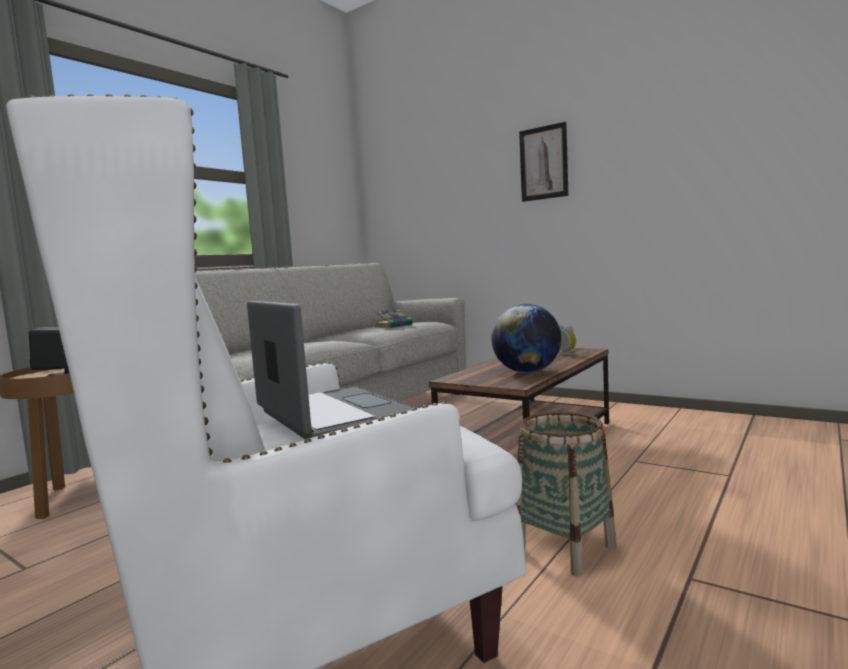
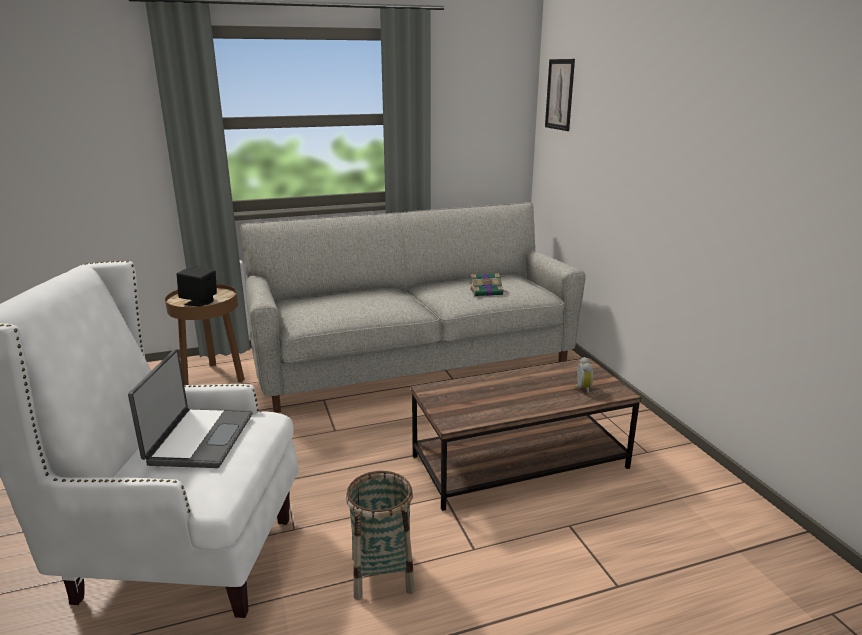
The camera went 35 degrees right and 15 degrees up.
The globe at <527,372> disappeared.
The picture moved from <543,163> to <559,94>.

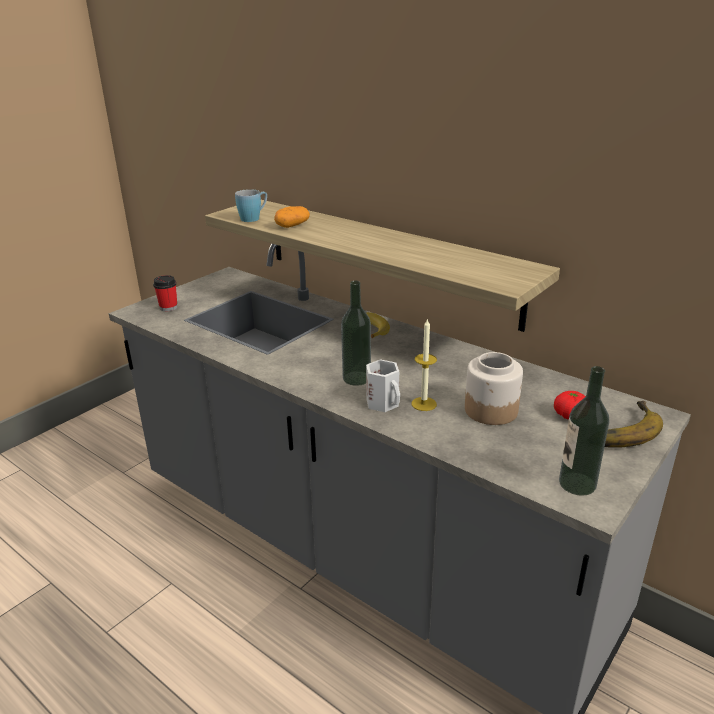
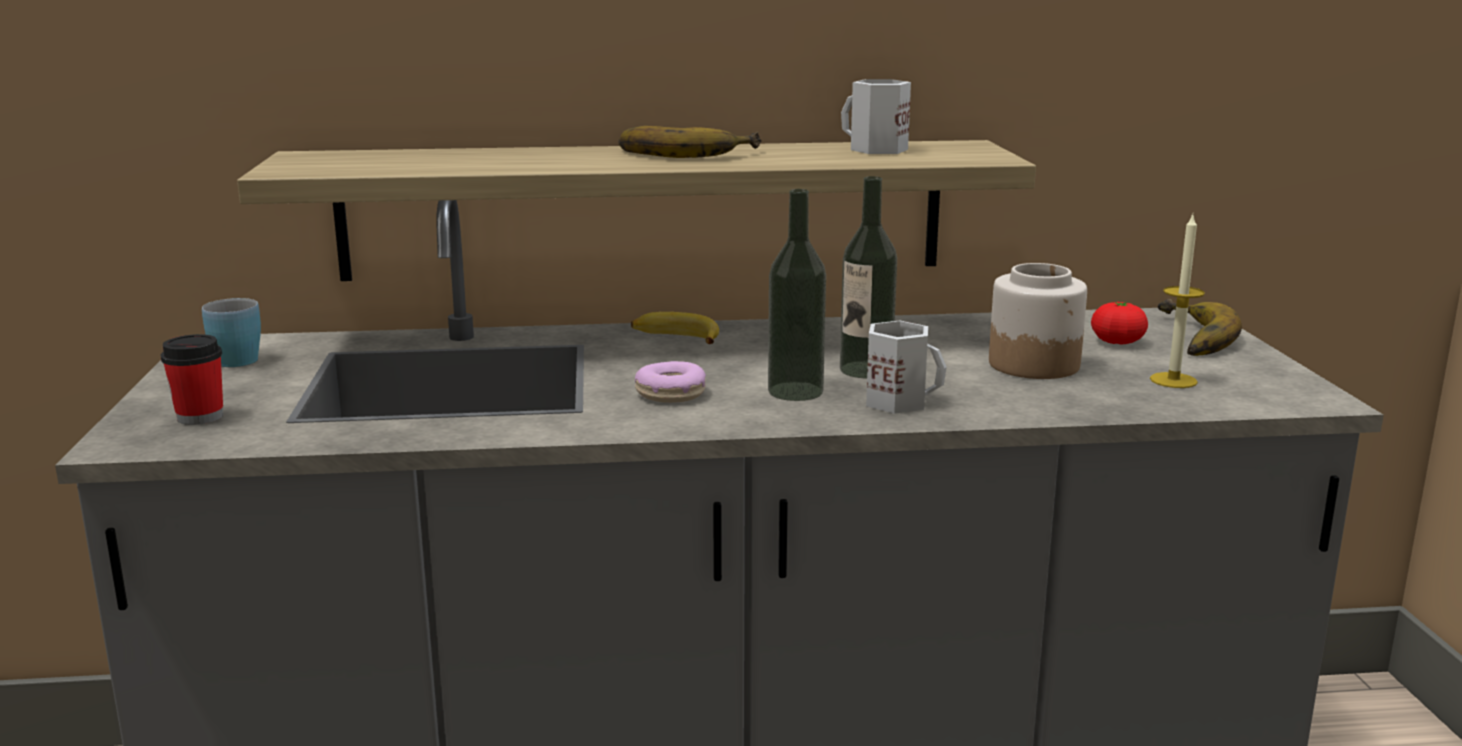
The camera went 45 degrees left and 10 degrees down.
The mug in blue moved from <254,218> to <241,357>.
The potato at <292,226> disappeared.
The candle moved from <424,404> to <1173,380>.
The bottle moved from <577,484> to <866,370>.
The banana at <685,152> appeared.
The donut at <671,393> appeared.
The mug in white at <876,150> appeared.

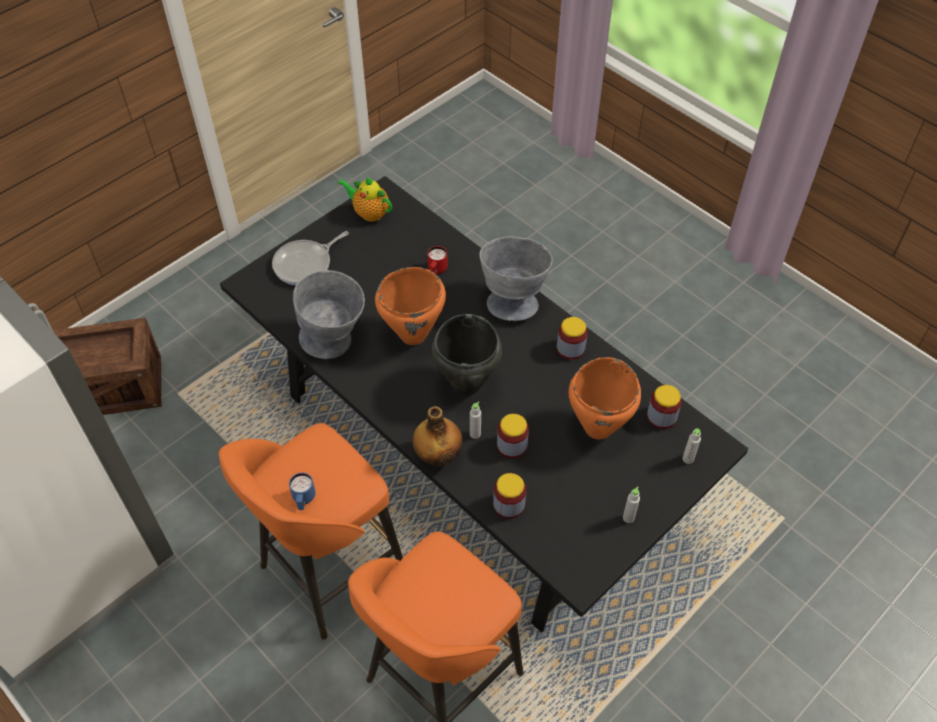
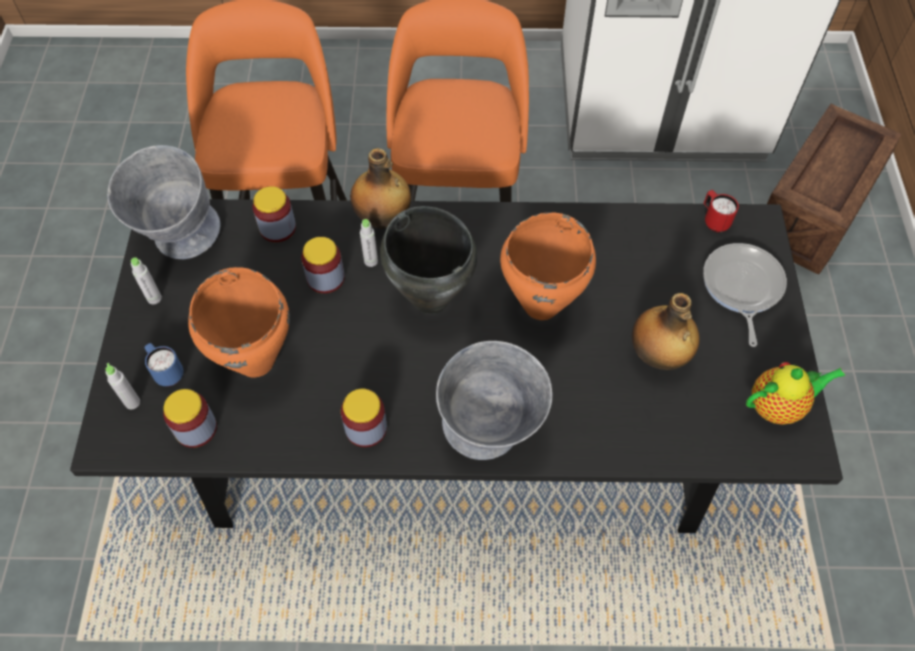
The camera went 135 degrees right and 5 degrees up.
The mug in blue moved from <303,500> to <167,372>.
The bowl in grey moved from <335,339> to <179,241>.
The mug in red moved from <436,271> to <713,221>.
The bottle at <657,356> appeared.

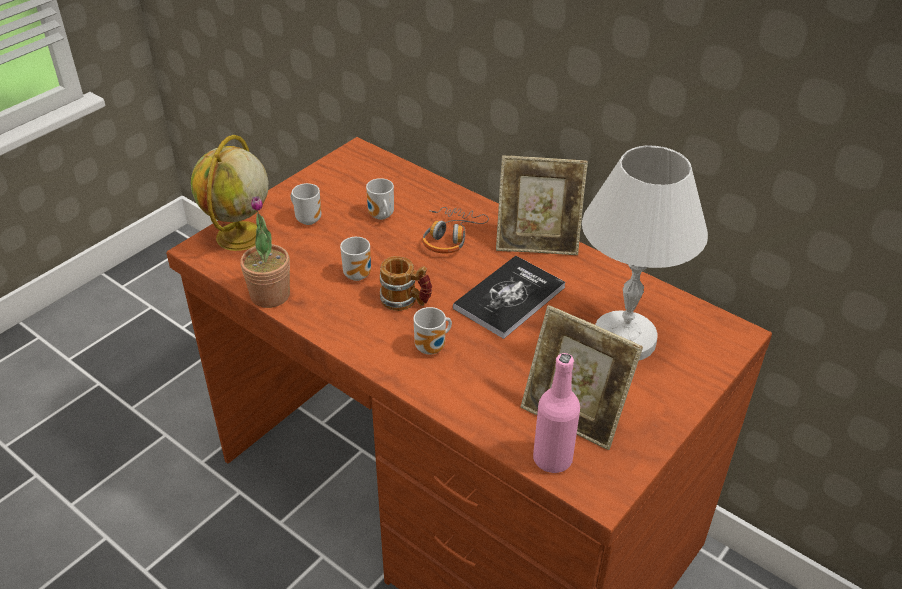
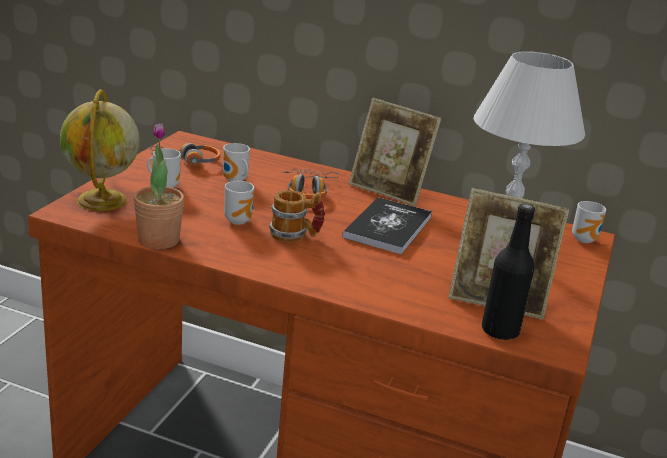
The camera went 20 degrees left and 15 degrees down.
The mug moved from <432,348> to <585,239>.
The picture frame at <537,243> turned 45 degrees clockwise.
The bottle in pink at <552,459> became the bottle in black at <500,331>.
The headphones at <186,163> appeared.

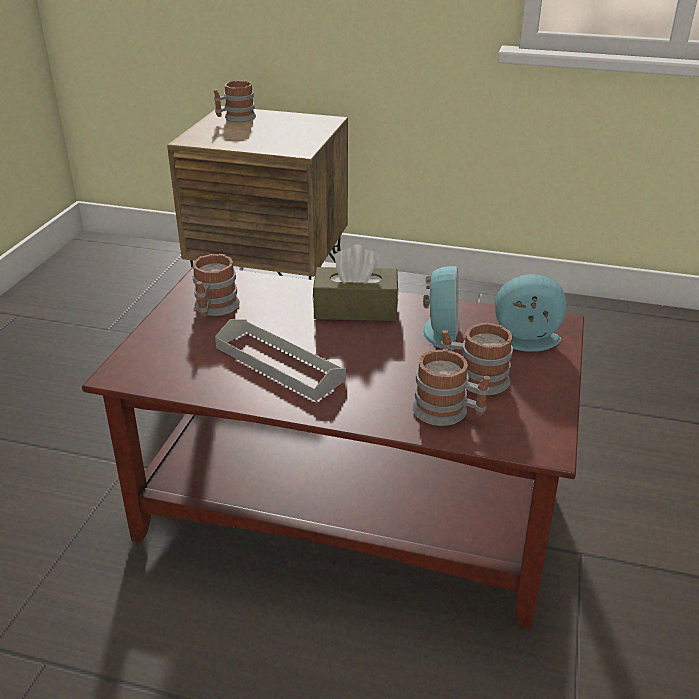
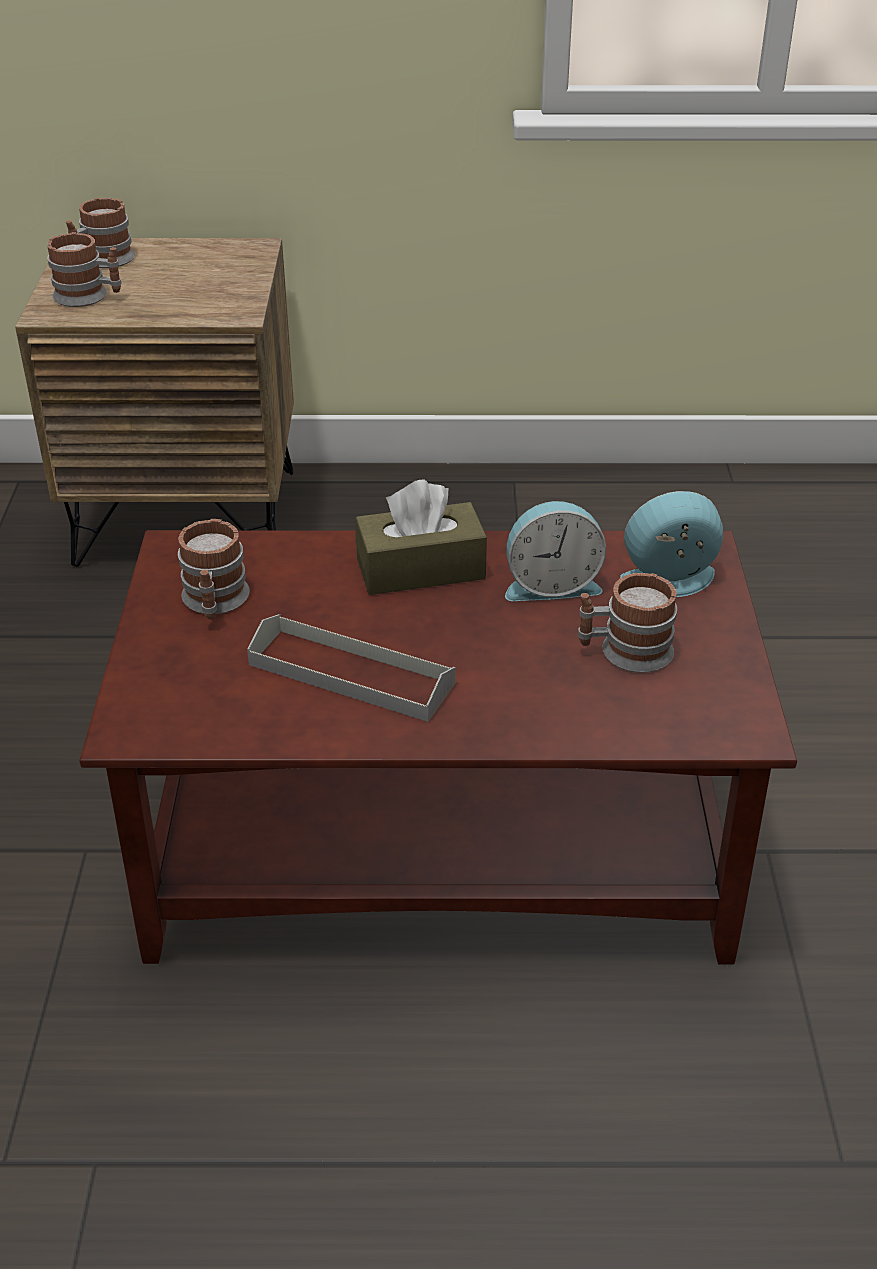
The camera went 15 degrees left and 5 degrees up.
The mug moved from <448,413> to <89,297>.
The alarm clock at <439,330> turned 90 degrees clockwise.

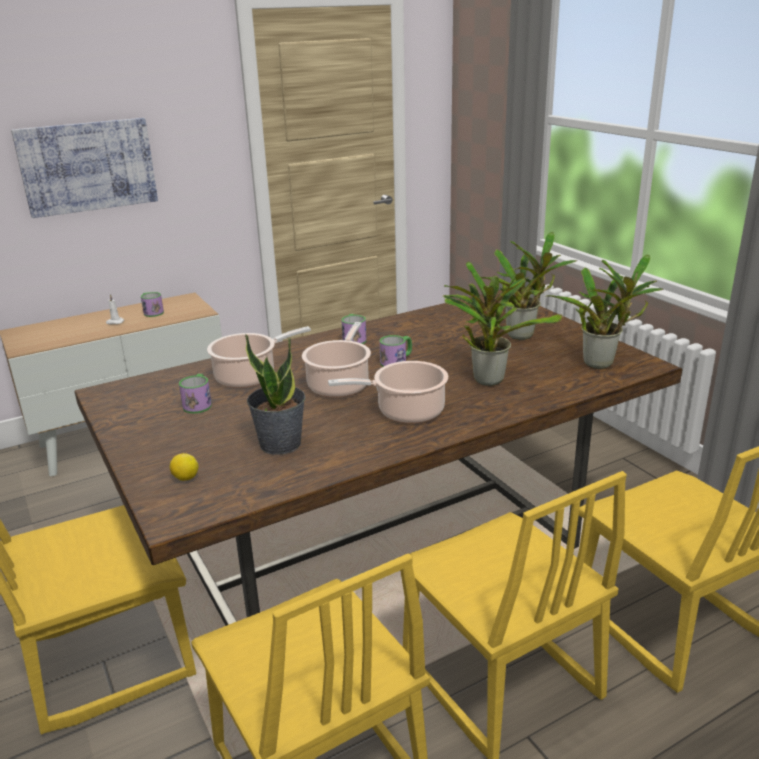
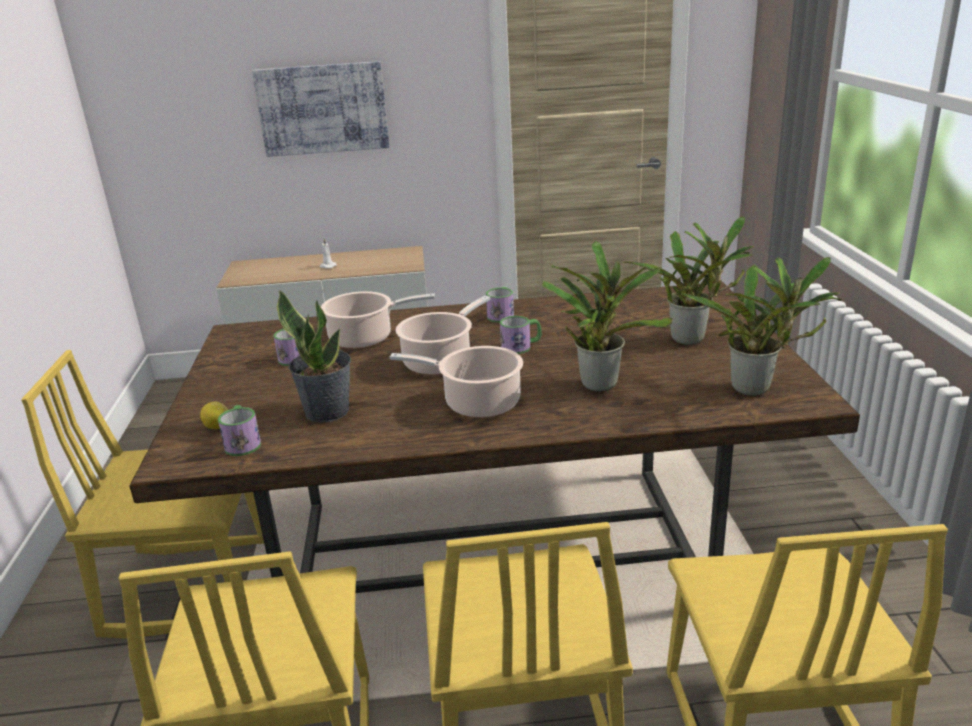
The camera went 25 degrees right and 0 degrees up.
The mug moved from <152,312> to <243,442>.

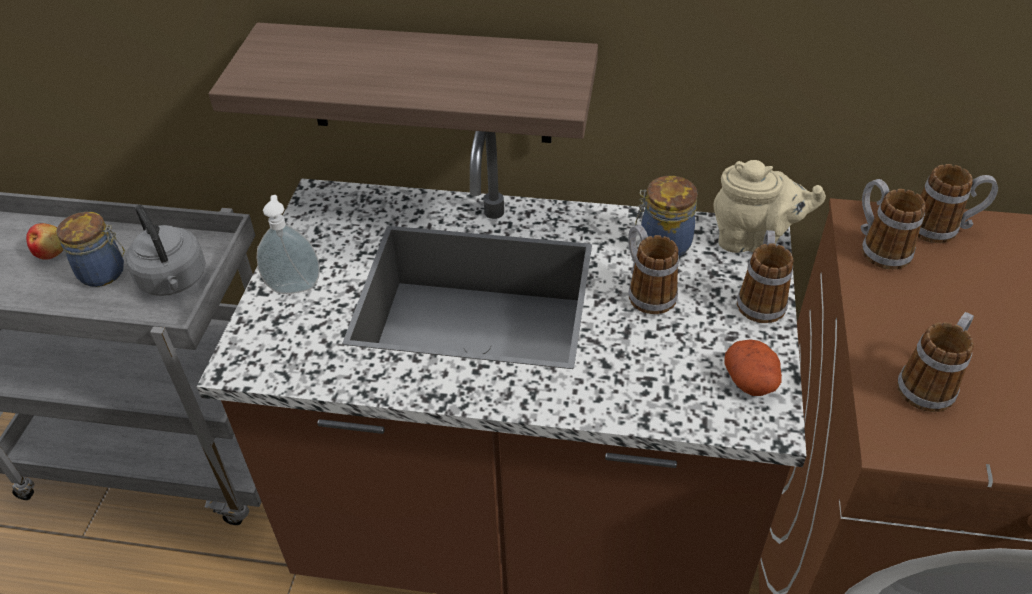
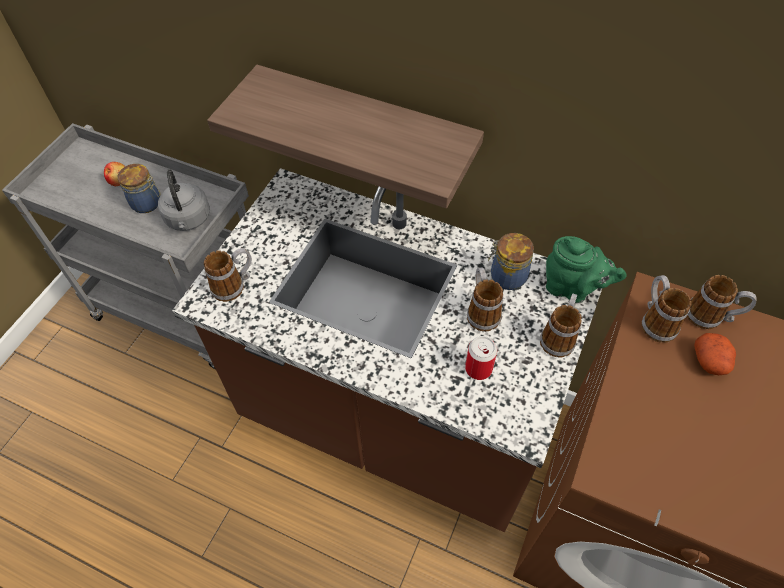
The camera went 15 degrees right and 10 degrees up.
The soap dispenser at <294,285> disappeared.
The teapot in beige at <754,240> became the teapot in green at <573,289>.
The potato moved from <751,381> to <710,361>.
The mug moved from <930,383> to <234,285>.
The can at <478,368> appeared.

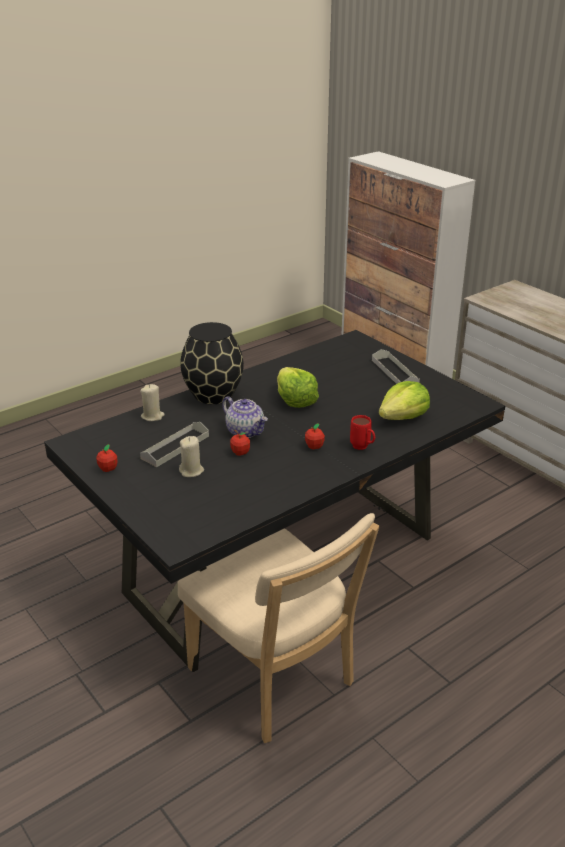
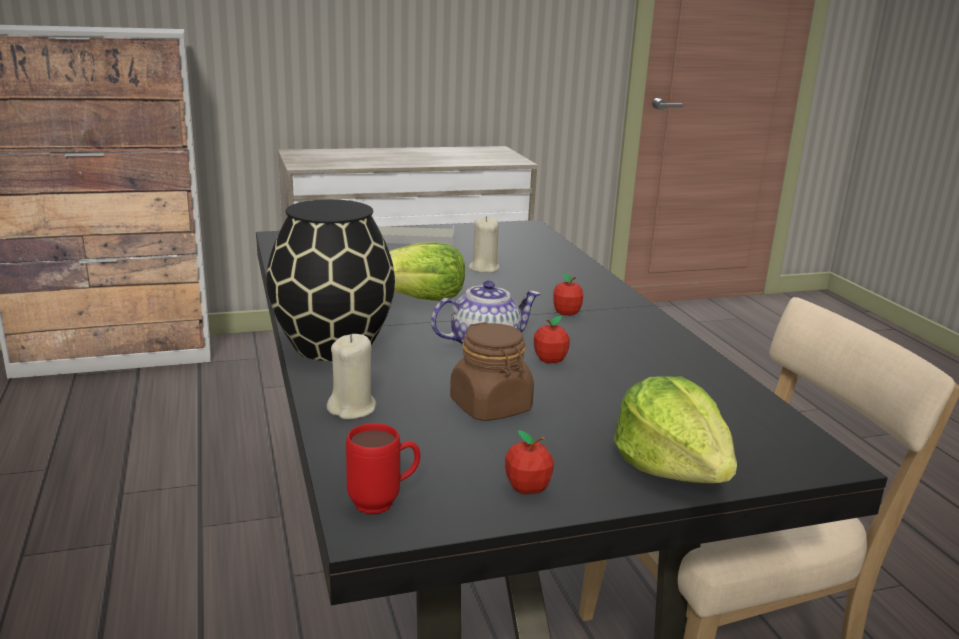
The camera went 70 degrees left and 10 degrees down.
The tray in grey at <175,447> was replaced by the jar in brown at <491,407>.
The candle in beige moved from <191,471> to <483,268>.
The mug in red moved from <362,448> to <384,502>.
The lettuce moved from <403,417> to <672,467>.

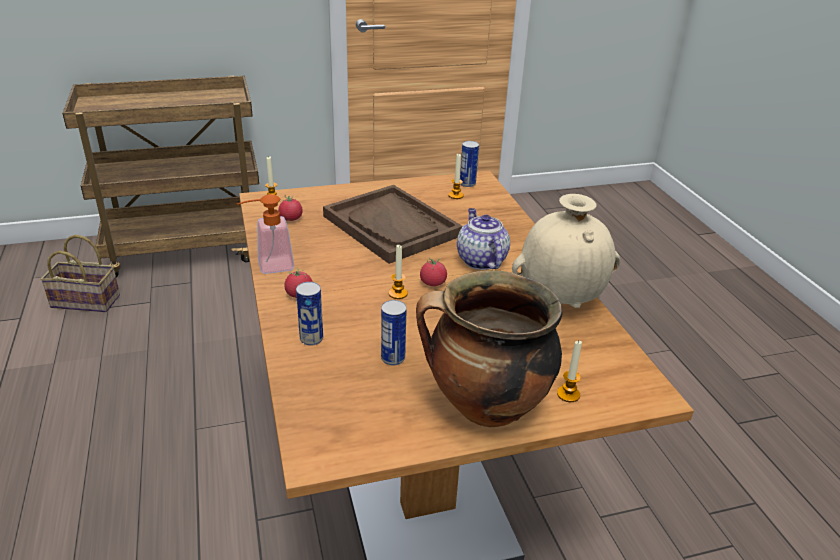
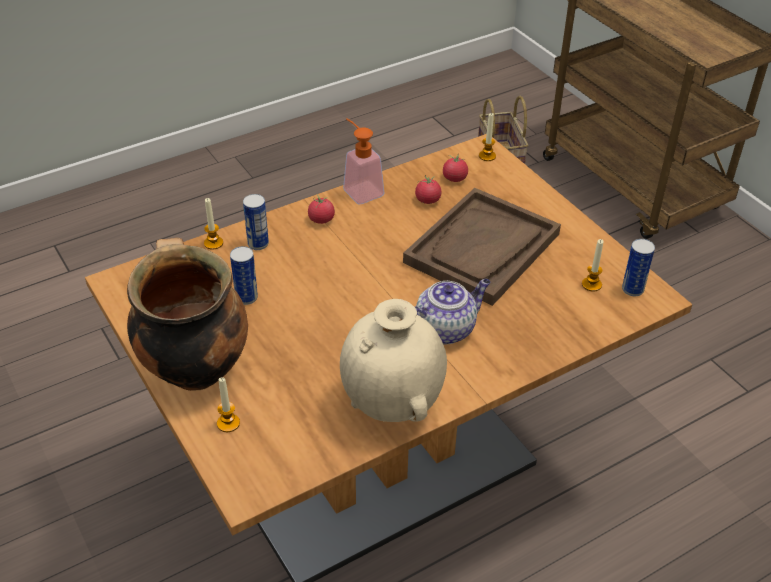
The camera went 75 degrees right and 10 degrees up.
The candle moved from <398,293> to <213,243>.
The tomato moved from <433,283> to <427,200>.

